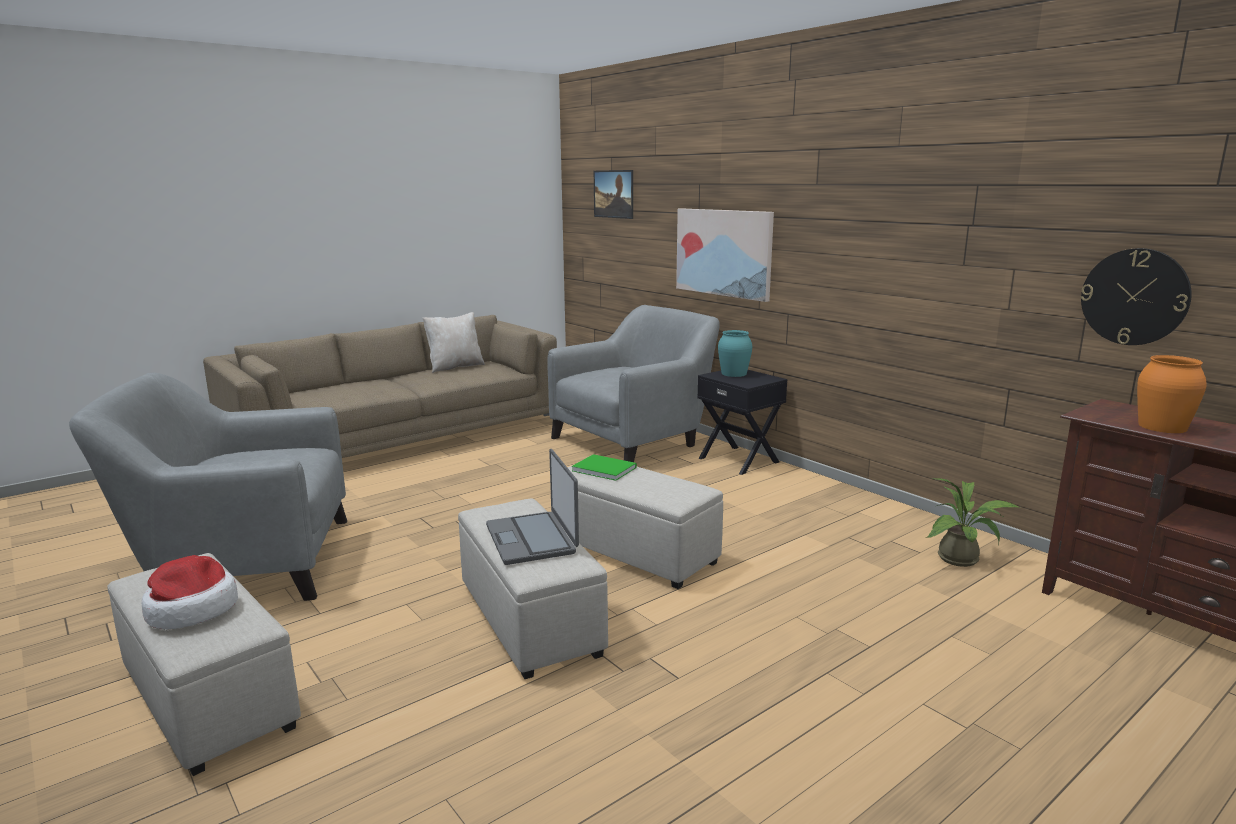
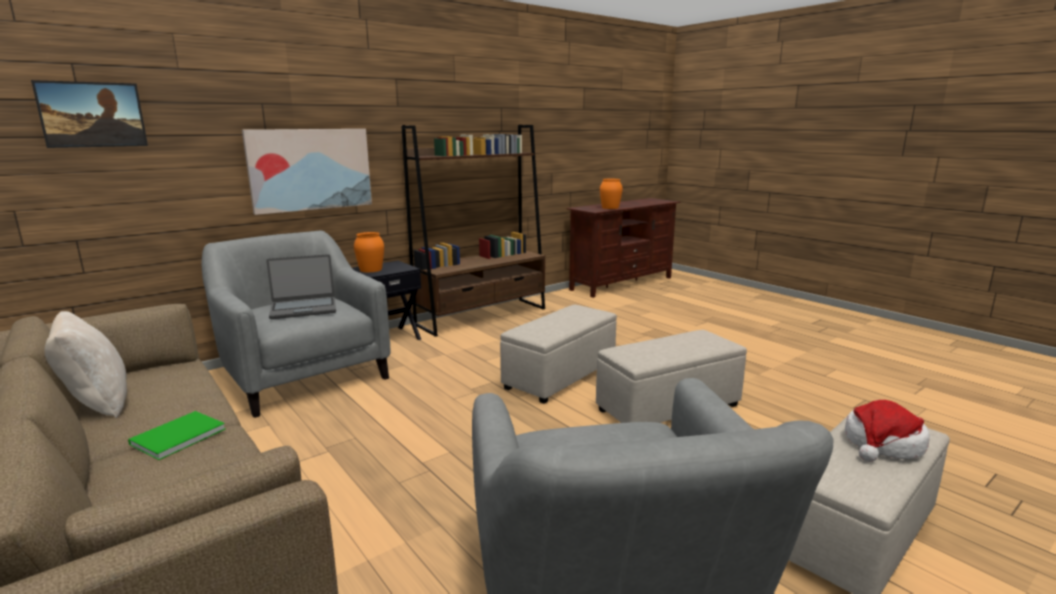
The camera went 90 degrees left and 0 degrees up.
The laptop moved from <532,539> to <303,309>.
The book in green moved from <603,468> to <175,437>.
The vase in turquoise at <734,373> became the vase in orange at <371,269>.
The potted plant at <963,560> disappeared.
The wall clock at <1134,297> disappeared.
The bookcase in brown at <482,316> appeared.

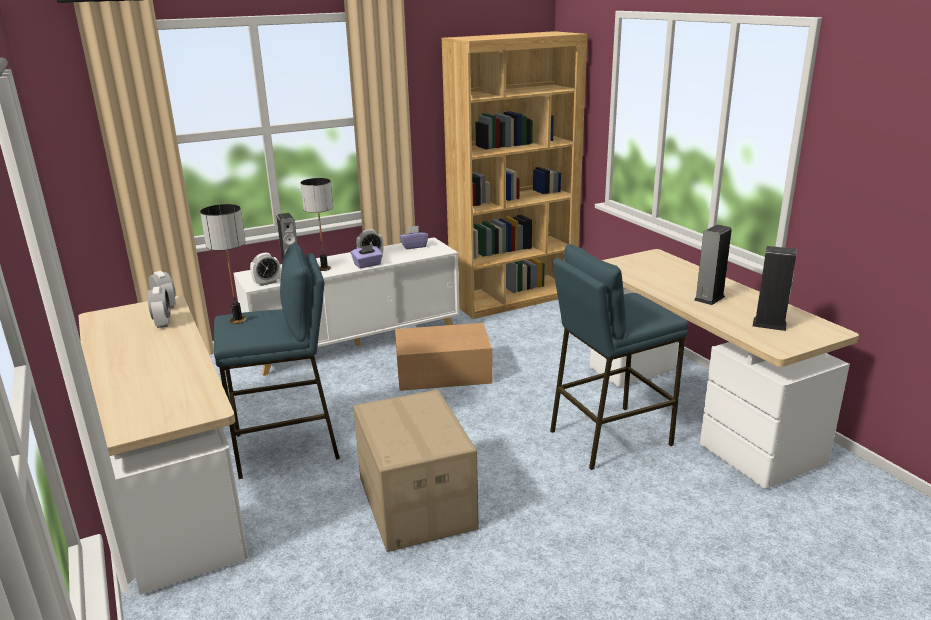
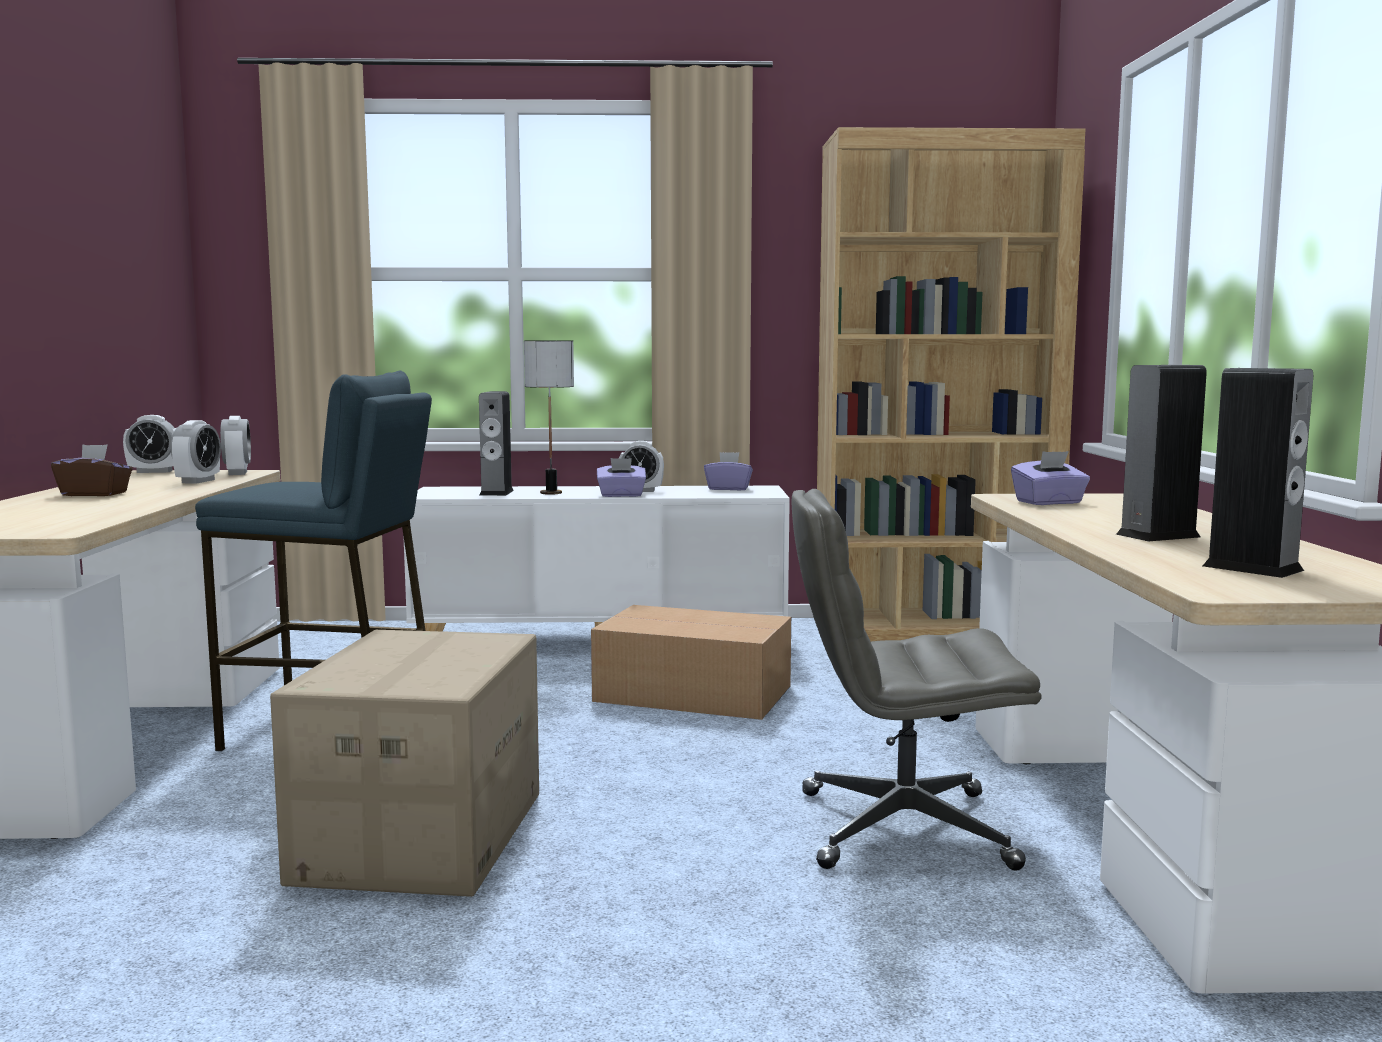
The camera went 25 degrees right and 15 degrees down.
The table lamp at <237,320> disappeared.
The alarm clock moved from <267,283> to <154,472>.
The stool in blue at <608,437> was replaced by the office chair in grey at <901,829>.
The tissue box in brown at <95,494> appeared.
The tissue box in purple at <1049,502> appeared.

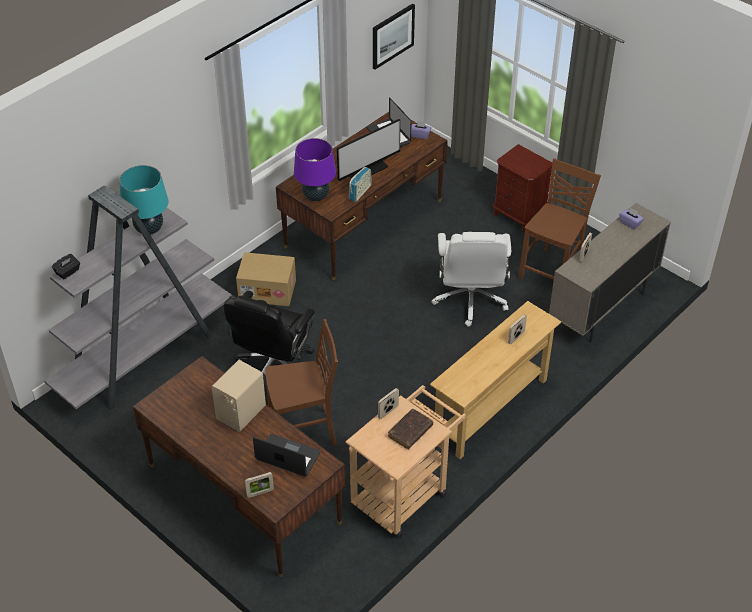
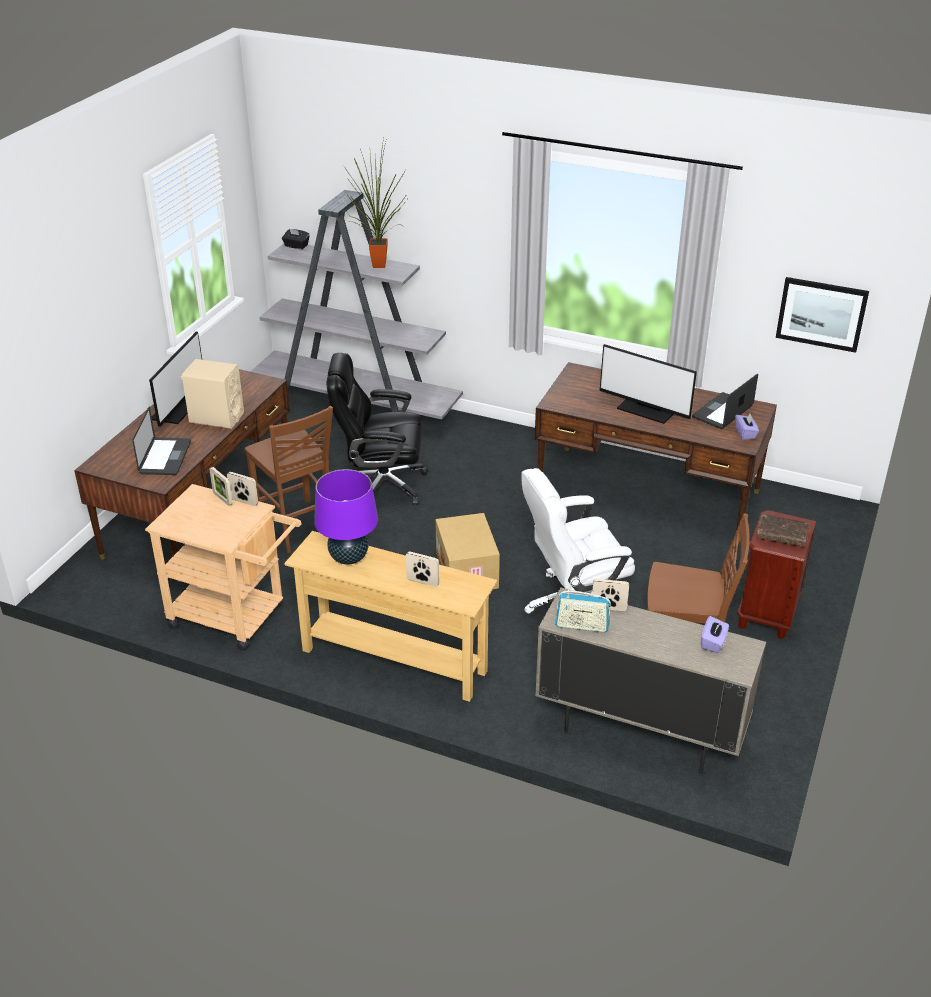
The camera went 70 degrees right and 10 degrees down.
The table lamp in turquoise at <149,229> was replaced by the potted plant at <378,267>.
The cardboard box moved from <268,290> to <468,570>.
The picture frame moved from <260,493> to <222,499>.
The table lamp in purple moved from <316,196> to <349,558>.
The radio moved from <360,192> to <582,626>.
The book in brown moved from <410,432> to <782,535>.
The monitor at <177,408> appeared.

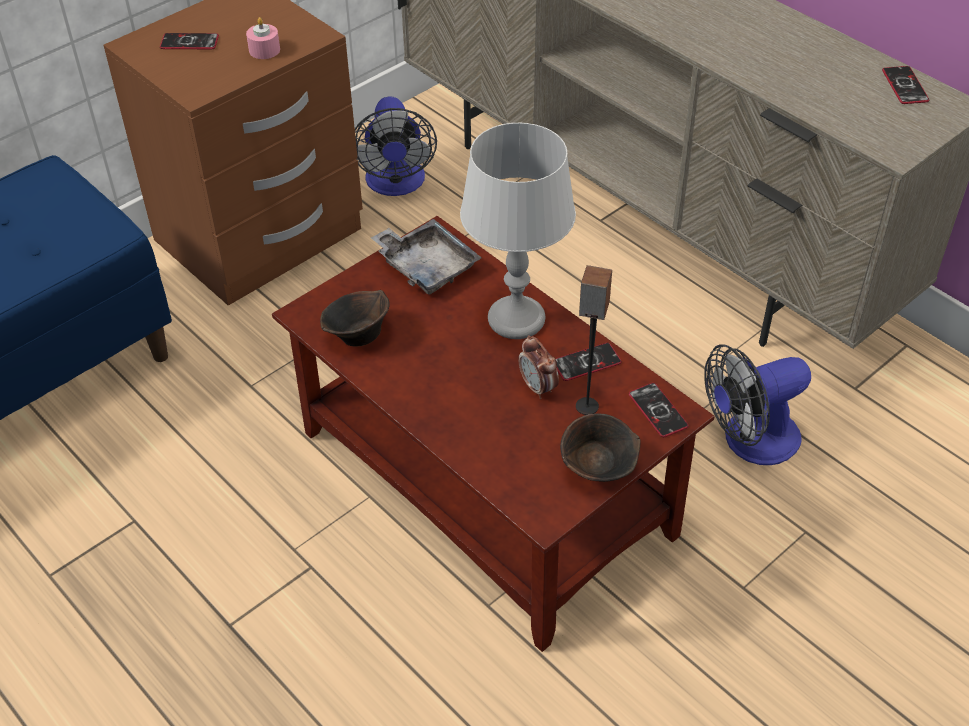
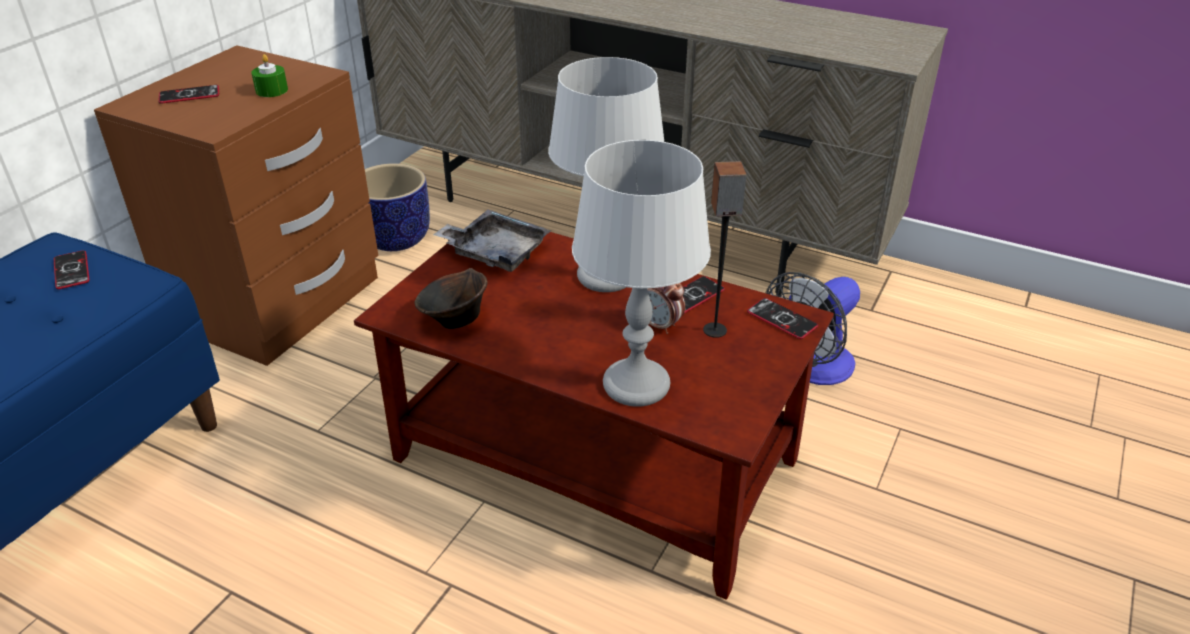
The camera went 20 degrees left and 10 degrees down.
The candle in pink at <264,50> became the candle in green at <272,90>.
The fan at <396,184> was replaced by the planter at <396,238>.
The bowl in brown at <598,468> disappeared.
The phone moved from <905,86> to <72,271>.
The table lamp in grey at <635,384> appeared.

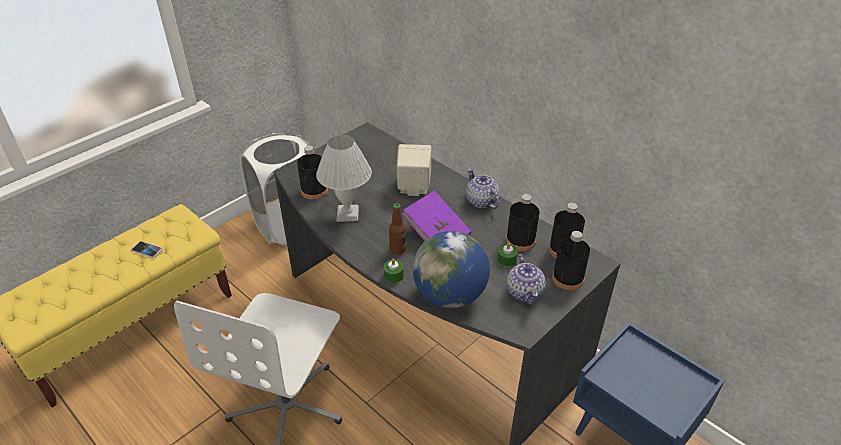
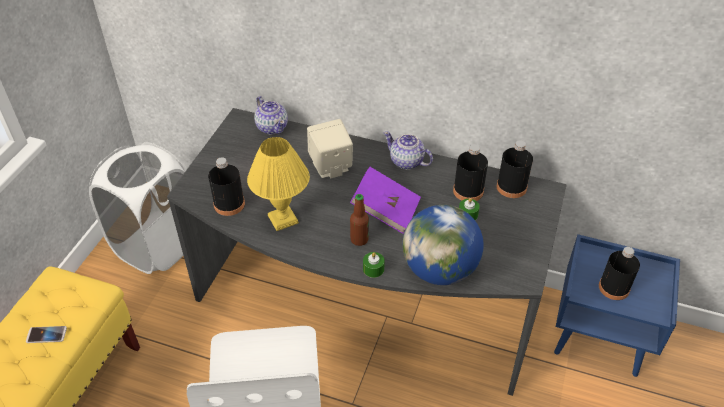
The camera went 25 degrees left and 5 degrees up.
The table lamp in white at <348,215> became the table lamp in yellow at <283,219>.
The teapot moved from <524,292> to <272,127>.
The bottle in black moved from <567,279> to <614,288>.

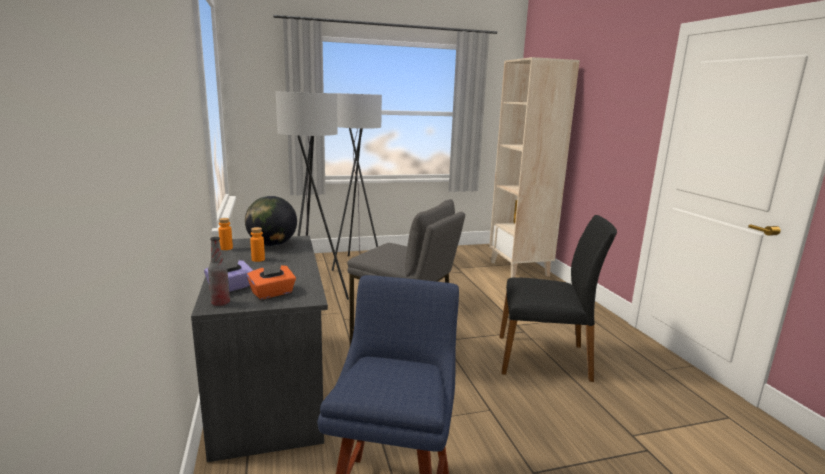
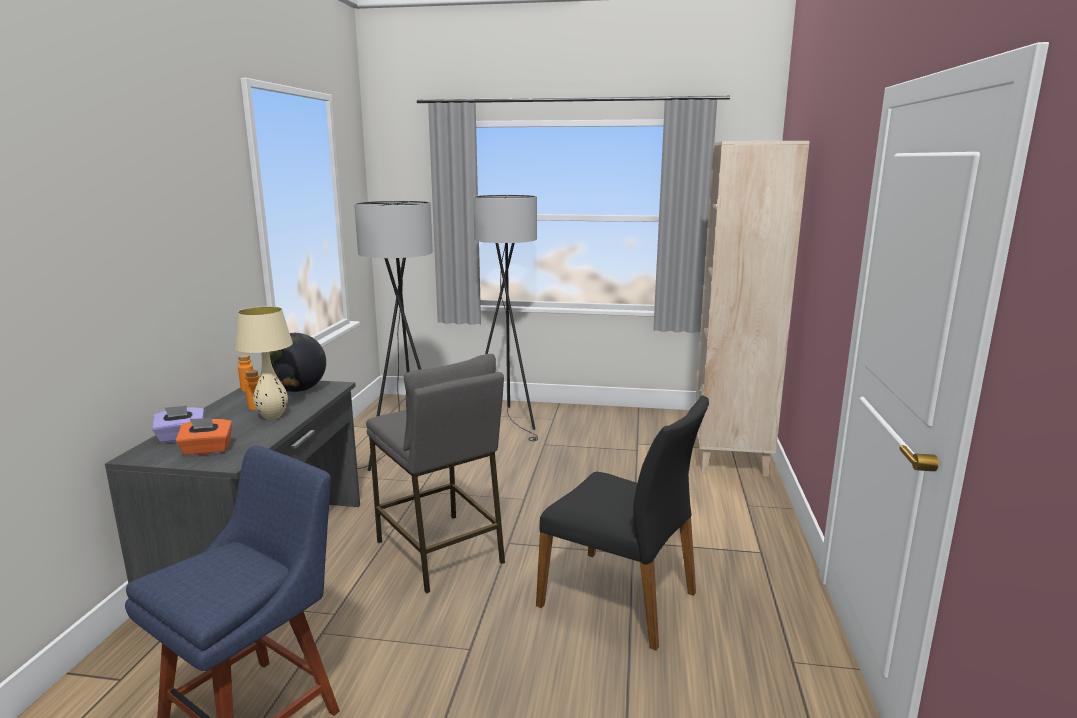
The camera went 25 degrees right and 0 degrees up.
The bottle at <220,303> disappeared.
The table lamp in beige at <273,417> appeared.

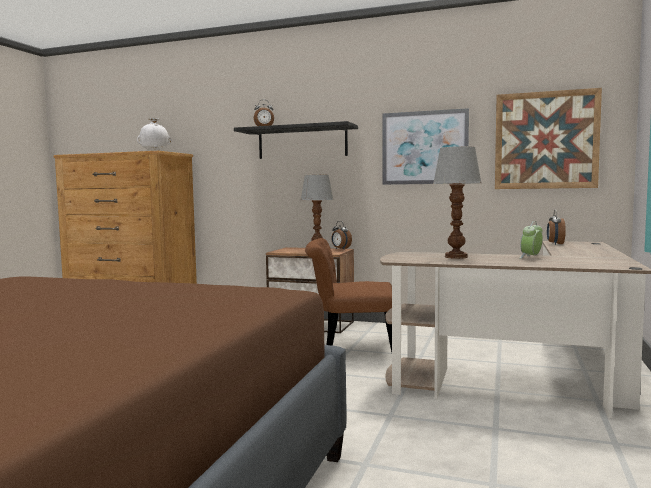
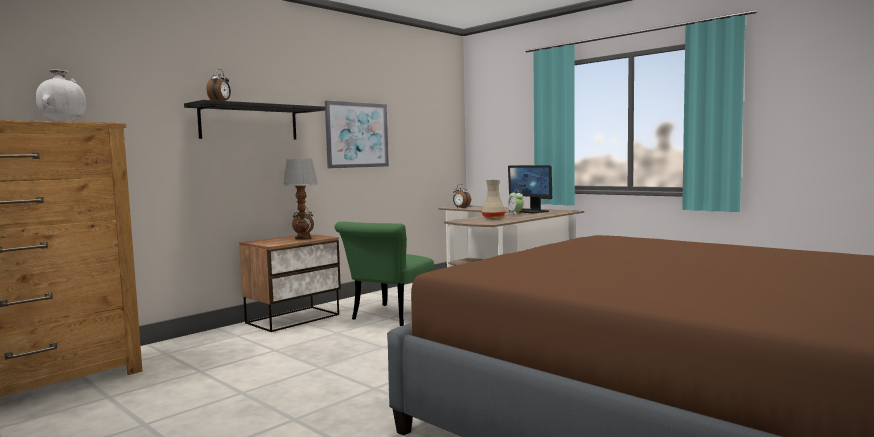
The camera went 65 degrees left and 0 degrees up.
The chair in brown at <350,349> became the chair in green at <388,317>.
The table lamp at <456,257> was replaced by the vase in beige at <494,218>.
The picture at <546,140> disappeared.
The monitor at <529,211> appeared.

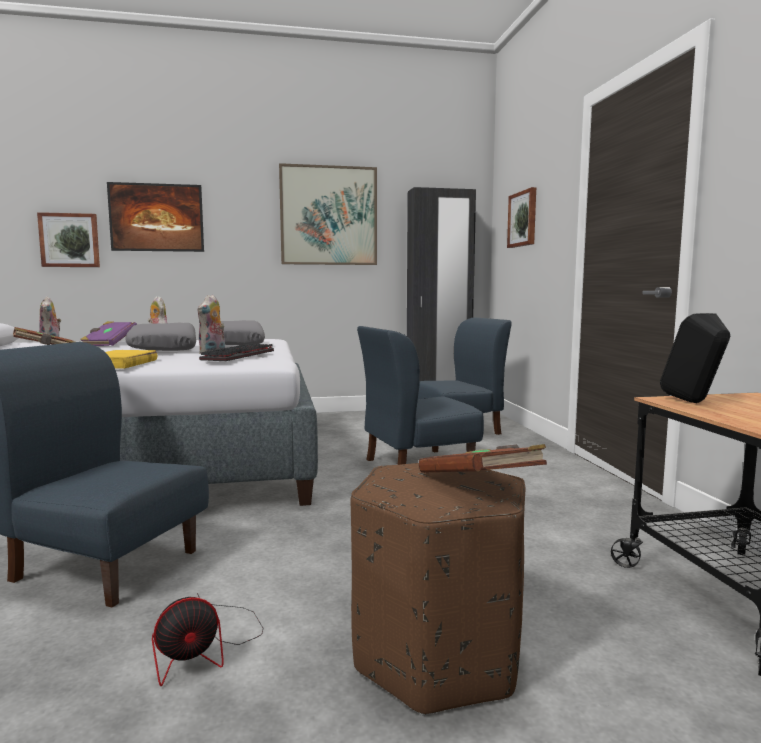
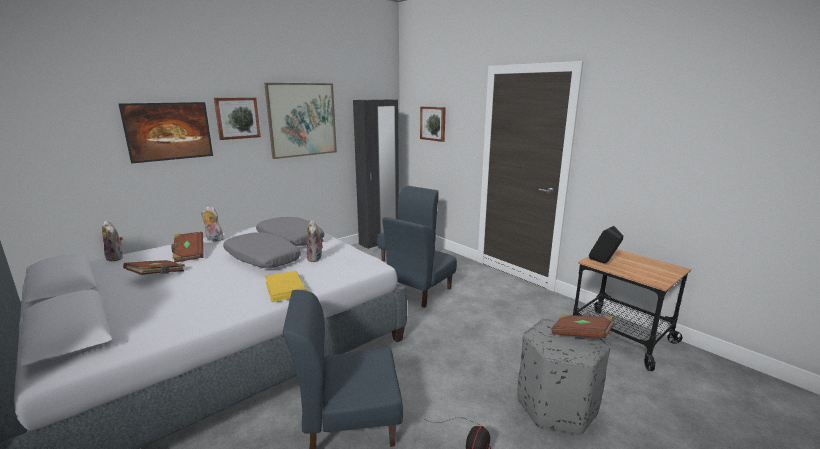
The camera went 30 degrees left and 10 degrees up.
The picture moved from <70,240> to <237,118>.
The book in purple at <109,344> became the book in brown at <189,254>.
The keyboard at <240,355> disappeared.
The ottoman in brown at <437,656> became the ottoman in grey at <556,407>.

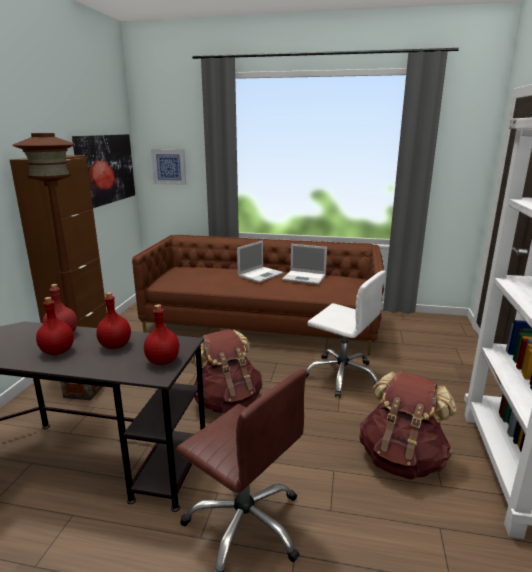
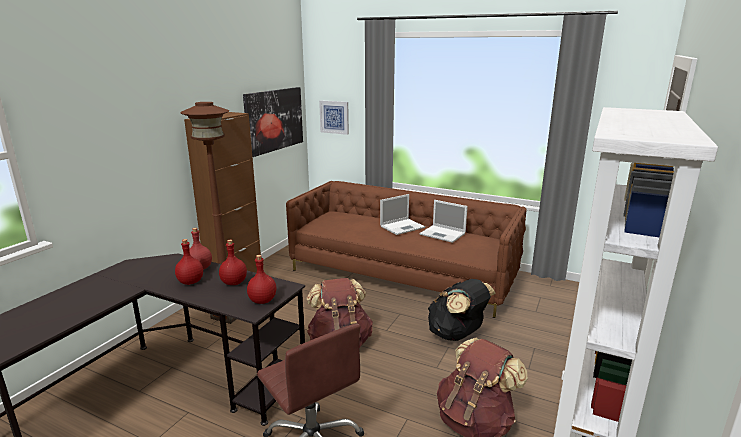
The camera went 15 degrees right and 0 degrees up.
The office chair in white at <342,375> was replaced by the backpack in black at <457,334>.

